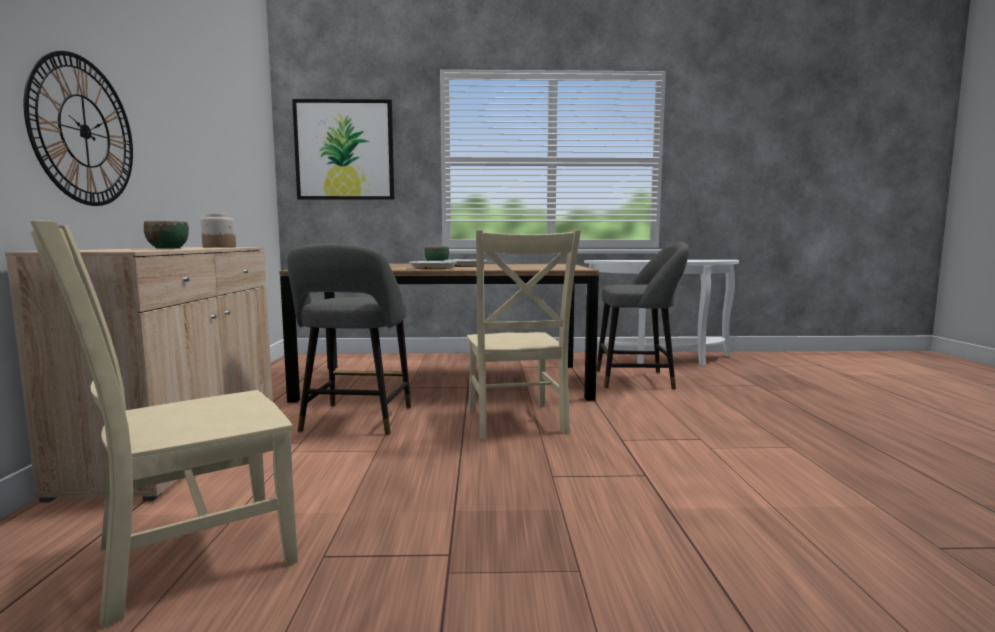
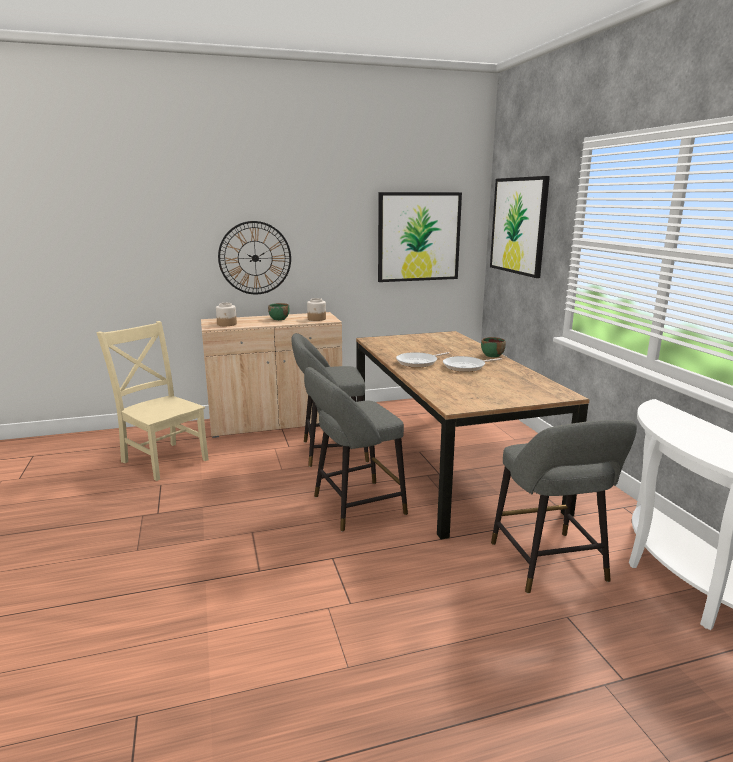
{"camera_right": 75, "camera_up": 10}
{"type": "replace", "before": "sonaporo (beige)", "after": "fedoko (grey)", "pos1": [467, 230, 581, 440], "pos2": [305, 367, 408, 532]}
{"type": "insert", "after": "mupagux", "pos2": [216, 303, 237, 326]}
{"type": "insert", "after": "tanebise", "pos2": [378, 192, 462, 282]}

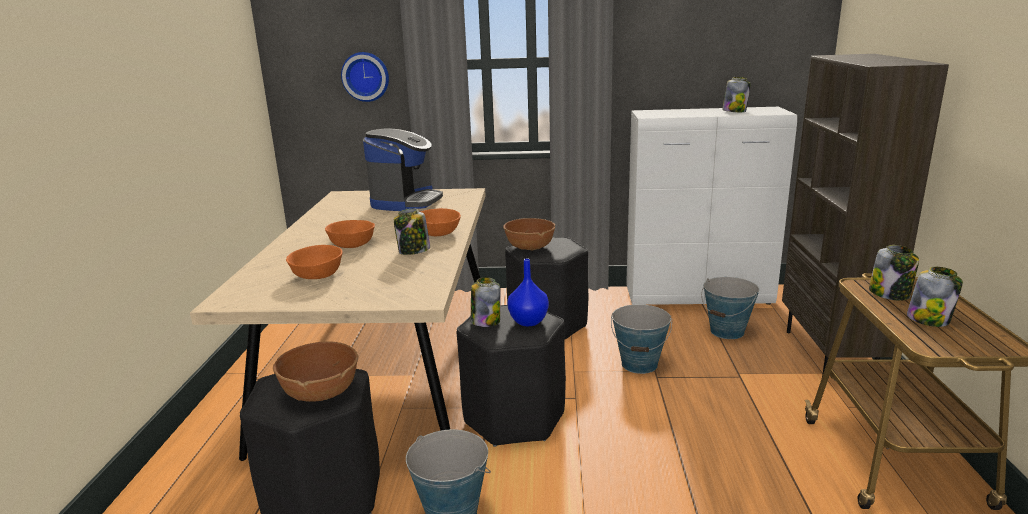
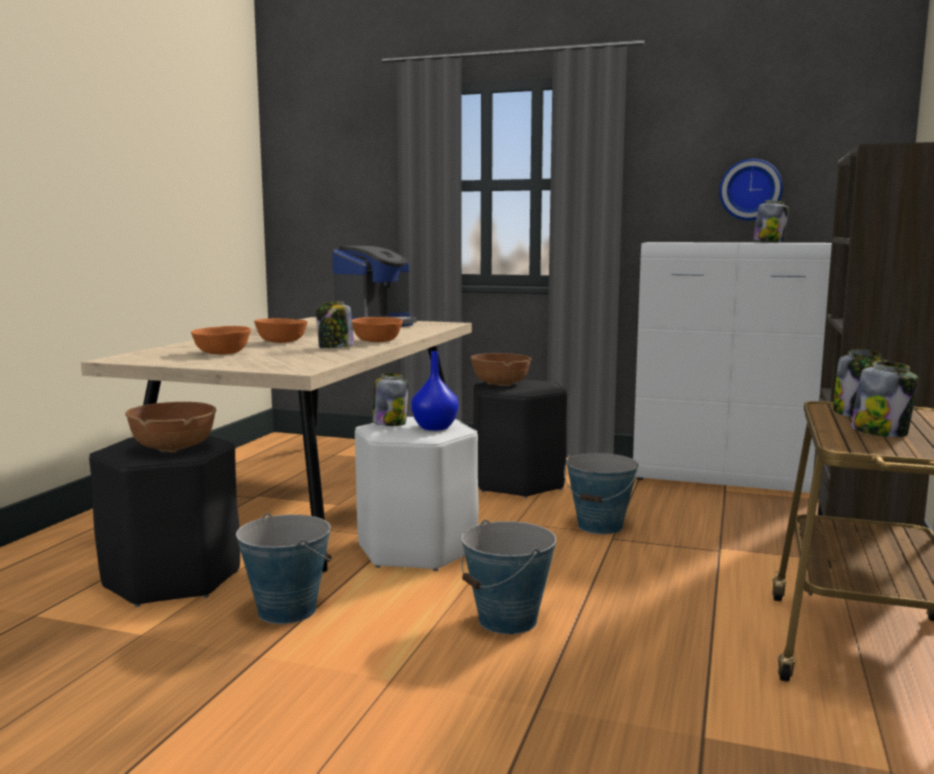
{"camera_right": 15, "camera_up": -10}
{"type": "move", "before": "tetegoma", "pos1": [341, 52, 389, 102], "pos2": [719, 159, 783, 221]}
{"type": "recolor", "before": "fedoko (black)", "after": "fedoko (white)", "pos1": [457, 305, 566, 447], "pos2": [355, 417, 479, 571]}
{"type": "move", "before": "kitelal", "pos1": [701, 277, 759, 339], "pos2": [461, 520, 556, 634]}

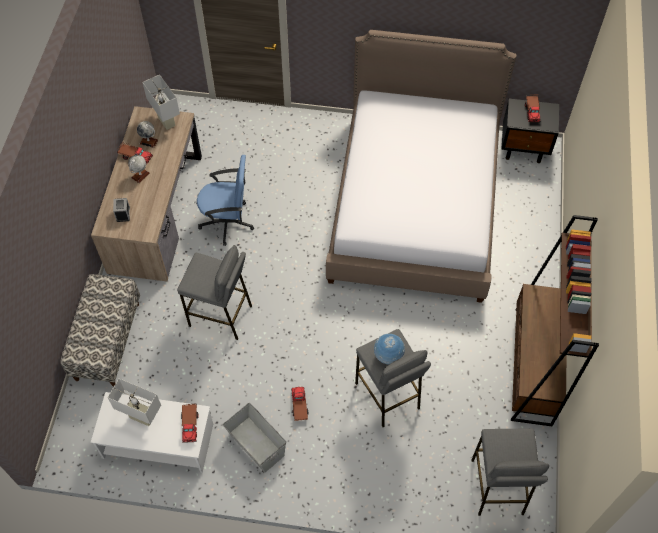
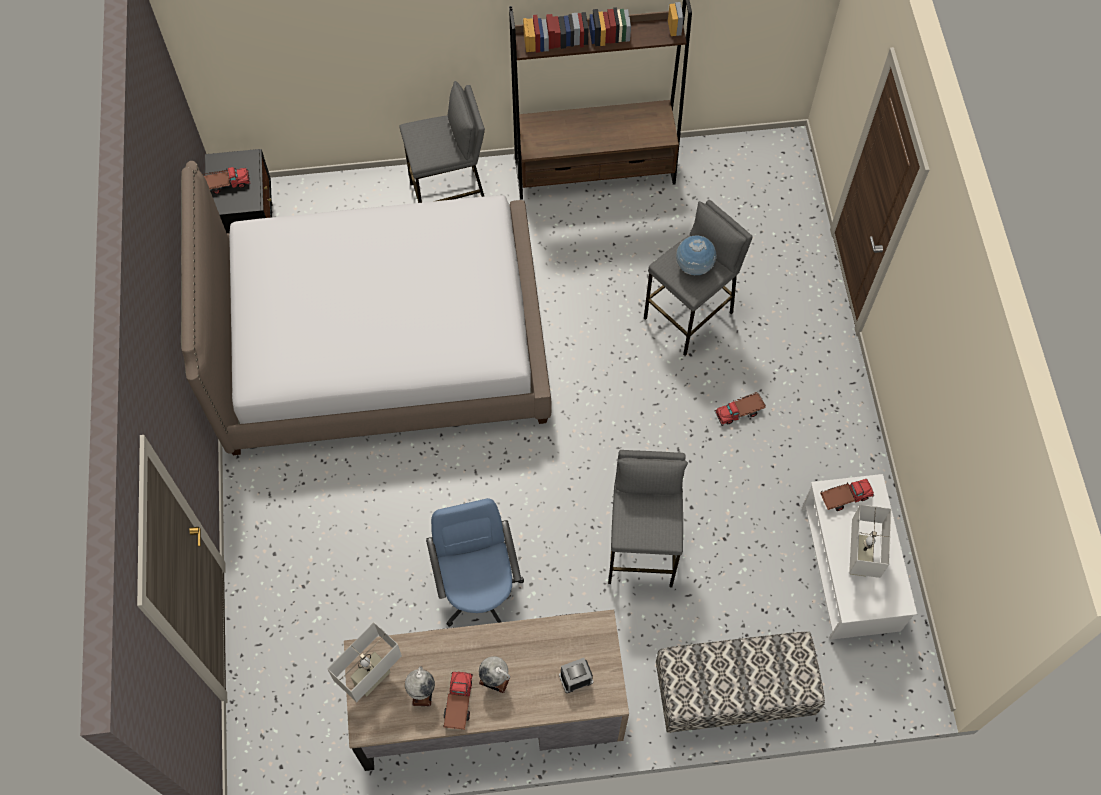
{"camera_right": -105, "camera_up": 5}
{"type": "delete", "before": "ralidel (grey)", "pos1": [223, 403, 286, 472]}
{"type": "move", "before": "fedoko (grey)", "pos1": [471, 429, 549, 516], "pos2": [400, 81, 485, 203]}

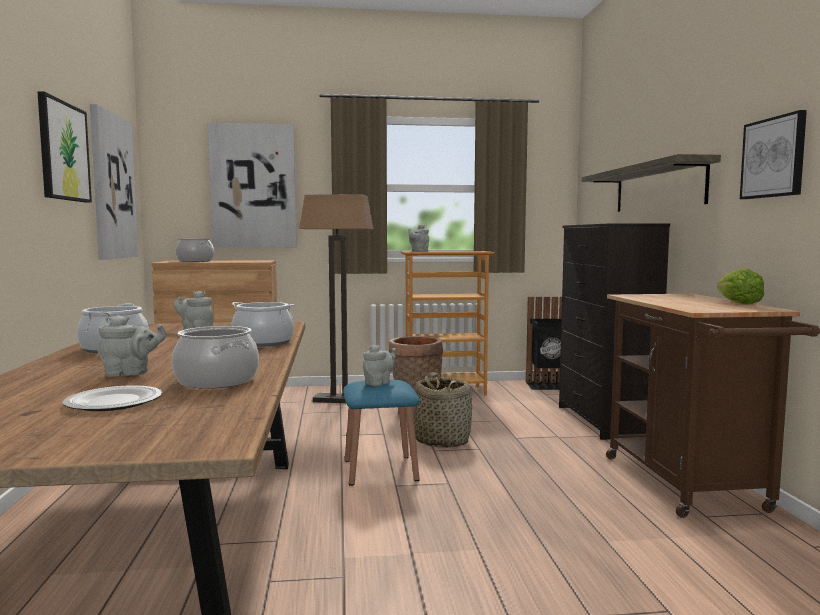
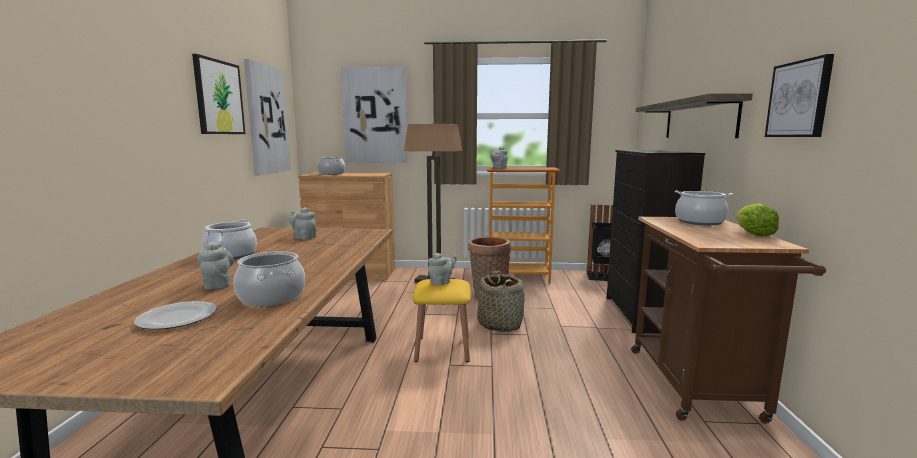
{"camera_right": 10, "camera_up": 5}
{"type": "rotate", "before": "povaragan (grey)", "pos1": [97, 315, 167, 377], "pos2": [197, 241, 234, 290], "turn": -105}
{"type": "move", "before": "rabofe", "pos1": [231, 302, 294, 347], "pos2": [675, 190, 733, 225]}
{"type": "recolor", "before": "fedoko (blue)", "after": "fedoko (yellow)", "pos1": [343, 380, 420, 486], "pos2": [413, 279, 471, 362]}

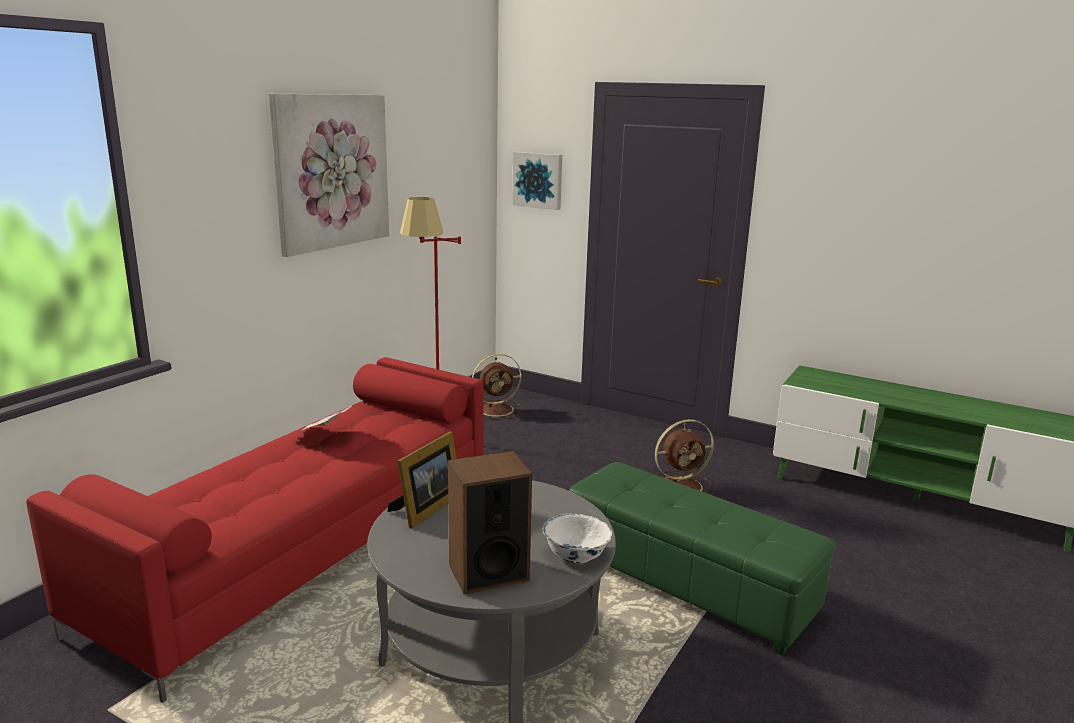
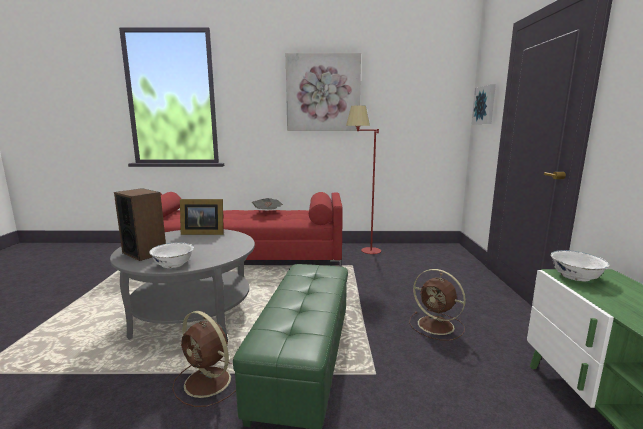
{"camera_right": 60, "camera_up": -5}
{"type": "move", "before": "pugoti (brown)", "pos1": [472, 354, 523, 419], "pos2": [172, 311, 236, 407]}
{"type": "insert", "after": "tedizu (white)", "pos2": [551, 250, 610, 281]}

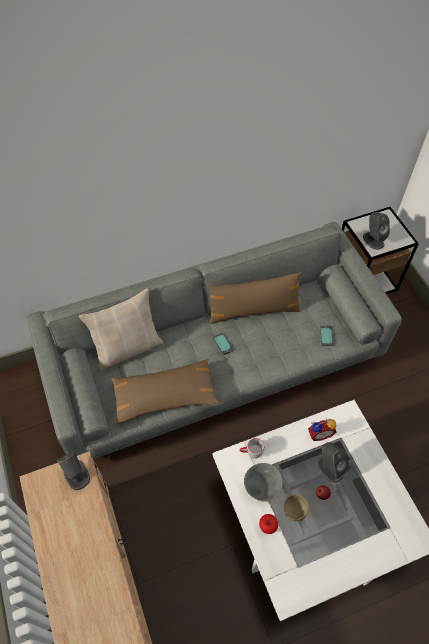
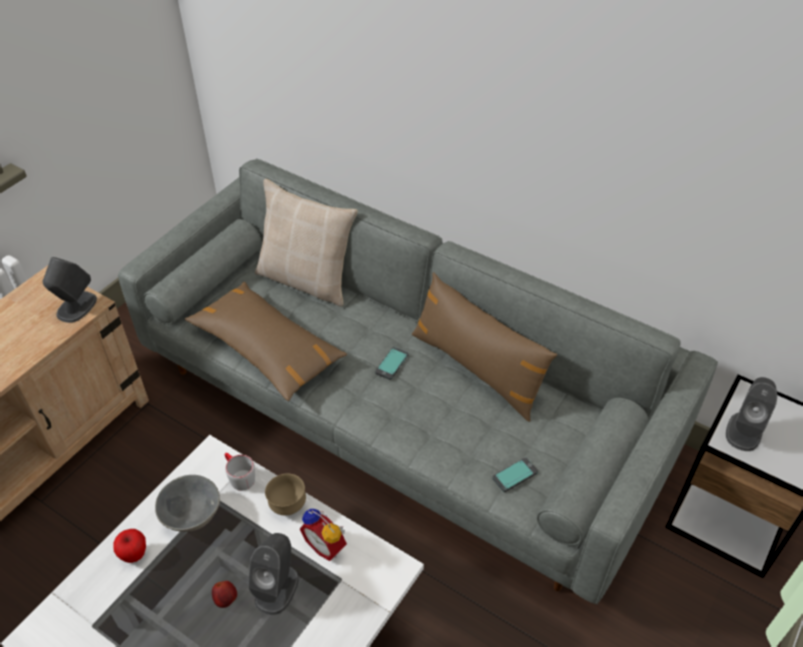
{"camera_right": 55, "camera_up": -10}
{"type": "move", "before": "tedizu (brown)", "pos1": [284, 494, 309, 522], "pos2": [265, 474, 306, 516]}

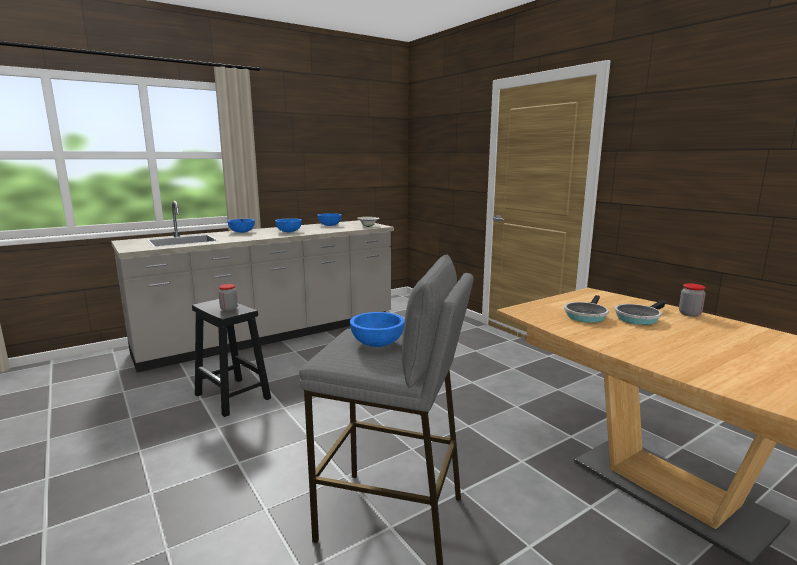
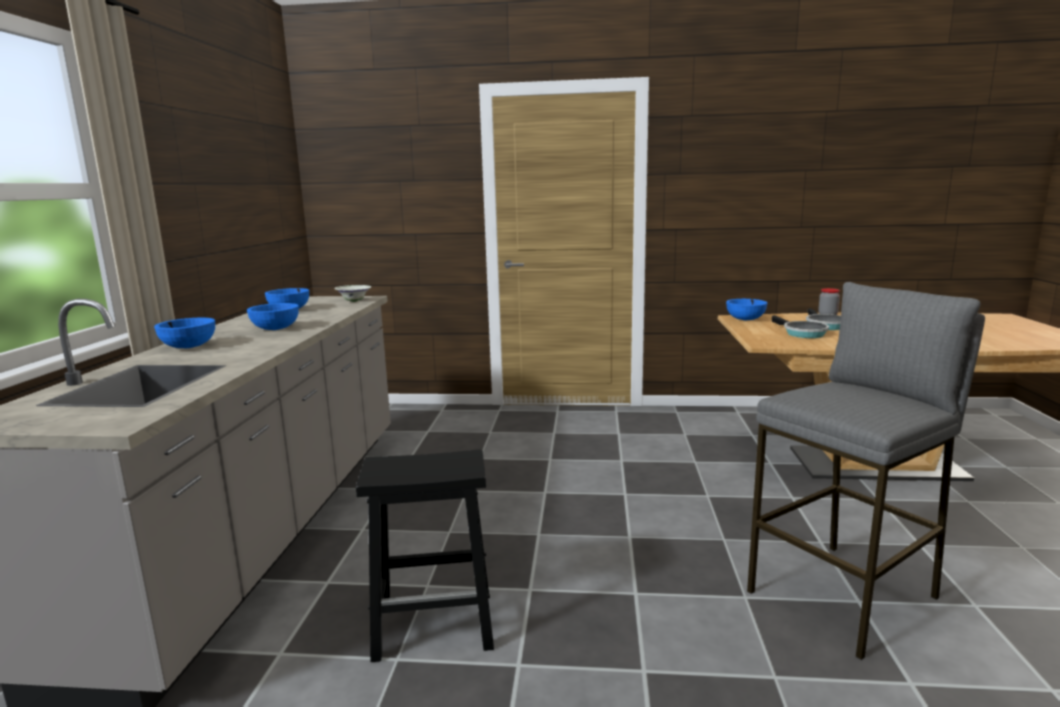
{"camera_right": -50, "camera_up": 0}
{"type": "delete", "before": "mupagux", "pos1": [219, 284, 238, 311]}
{"type": "move", "before": "tedizu (blue)", "pos1": [350, 312, 405, 347], "pos2": [726, 299, 767, 320]}

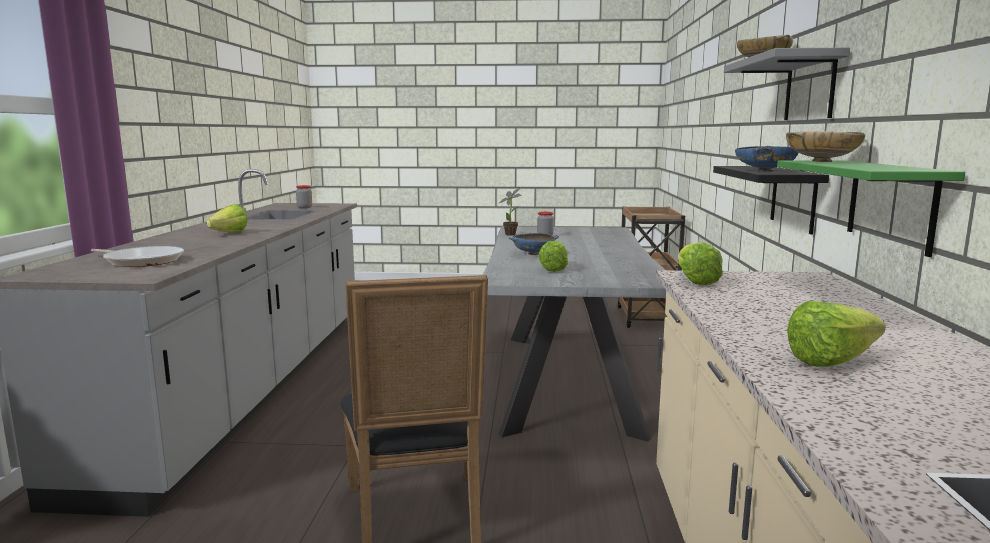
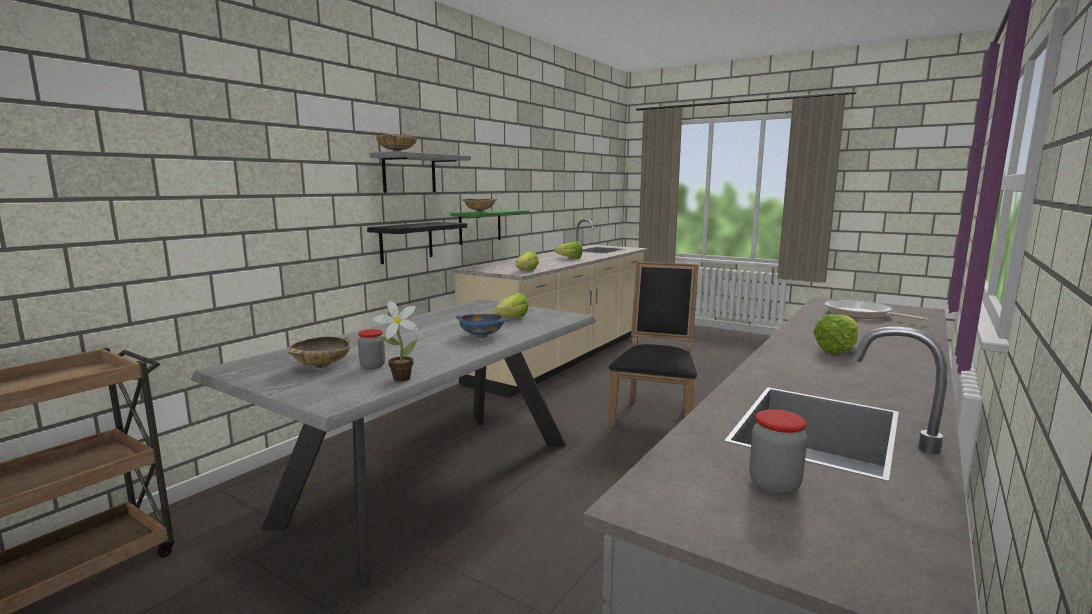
{"camera_right": -150, "camera_up": 0}
{"type": "delete", "before": "tedizu (blue)", "pos1": [735, 146, 799, 172]}
{"type": "insert", "after": "tedizu (beige)", "pos2": [288, 336, 351, 368]}

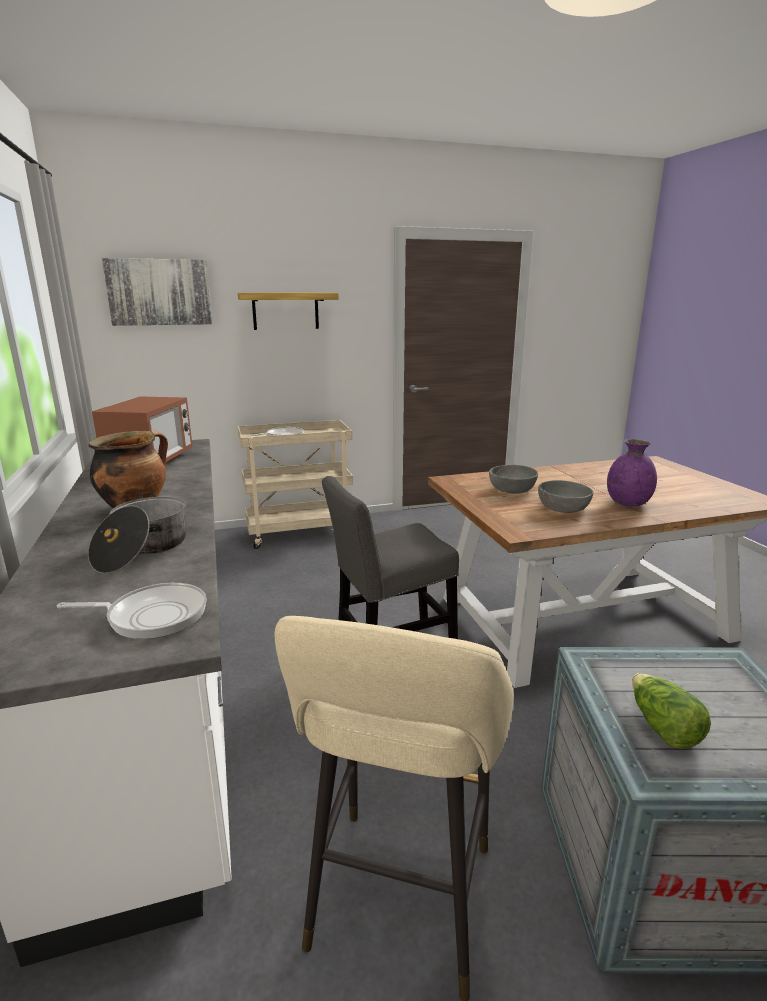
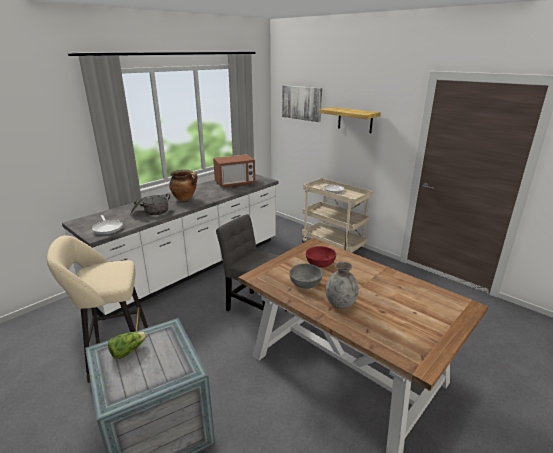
{"camera_right": 60, "camera_up": 5}
{"type": "recolor", "before": "tedizu (grey)", "after": "tedizu (red)", "pos1": [489, 465, 538, 493], "pos2": [306, 246, 336, 267]}
{"type": "recolor", "before": "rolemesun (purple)", "after": "rolemesun (grey)", "pos1": [607, 439, 657, 506], "pos2": [326, 261, 358, 309]}

